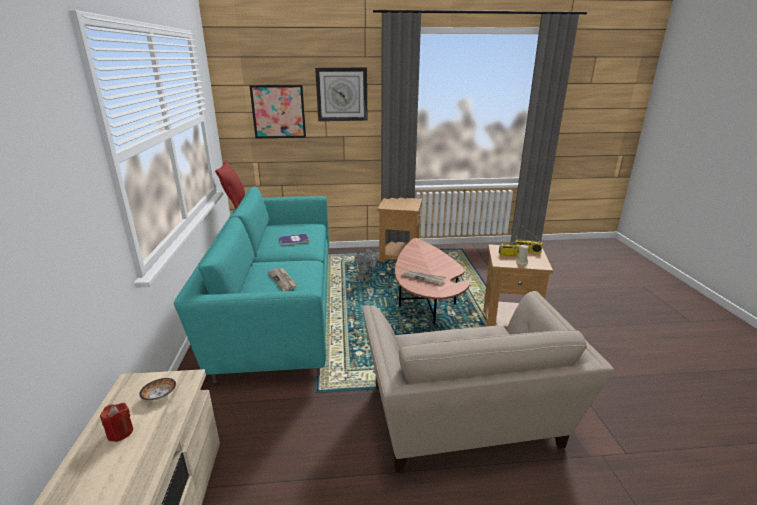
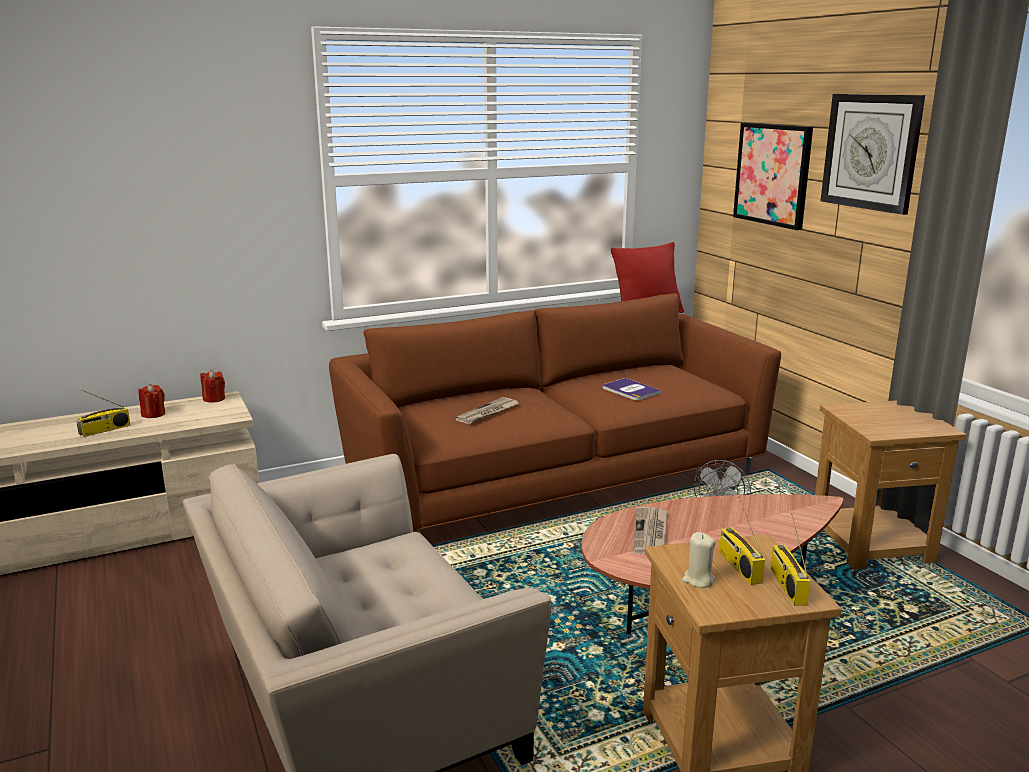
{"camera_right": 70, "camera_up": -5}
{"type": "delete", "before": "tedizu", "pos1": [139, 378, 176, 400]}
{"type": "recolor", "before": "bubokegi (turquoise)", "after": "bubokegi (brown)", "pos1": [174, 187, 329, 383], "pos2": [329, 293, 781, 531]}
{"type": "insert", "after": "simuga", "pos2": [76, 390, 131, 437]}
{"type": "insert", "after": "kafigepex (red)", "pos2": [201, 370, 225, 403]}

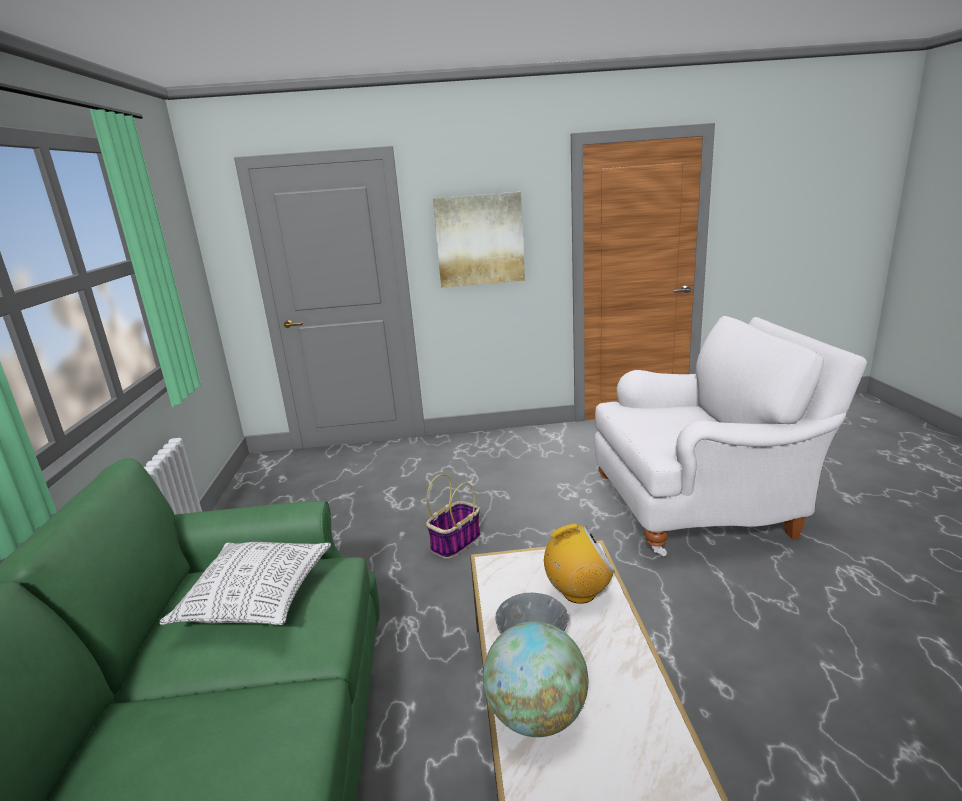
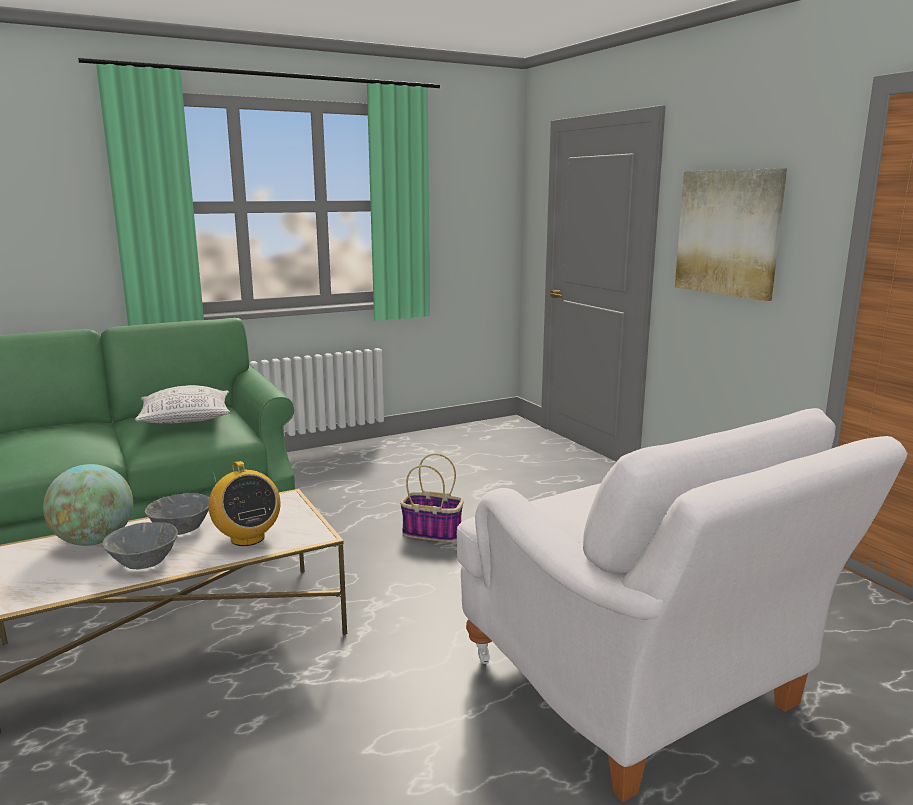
{"camera_right": 65, "camera_up": -5}
{"type": "insert", "after": "tedizu (grey)", "pos2": [102, 522, 178, 570]}

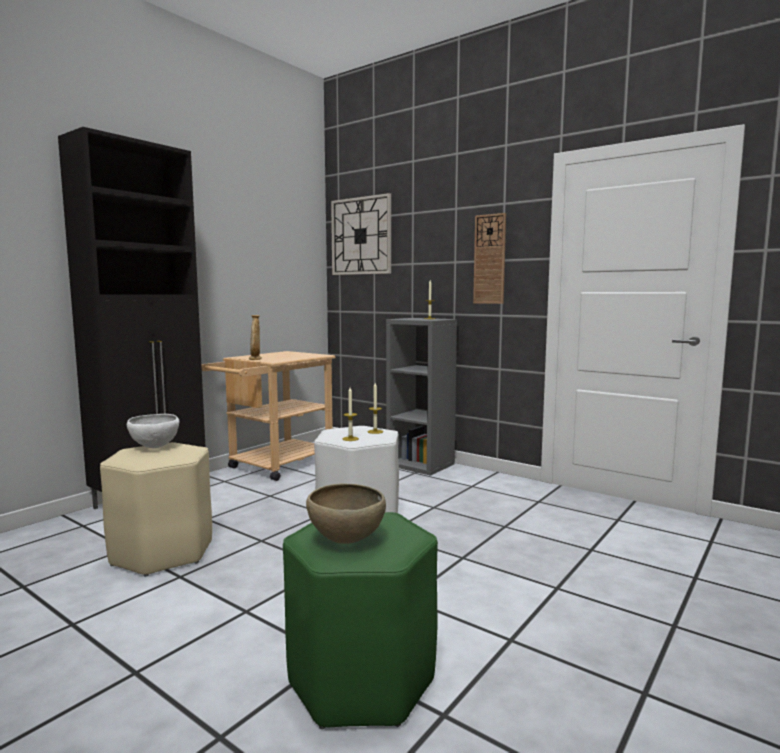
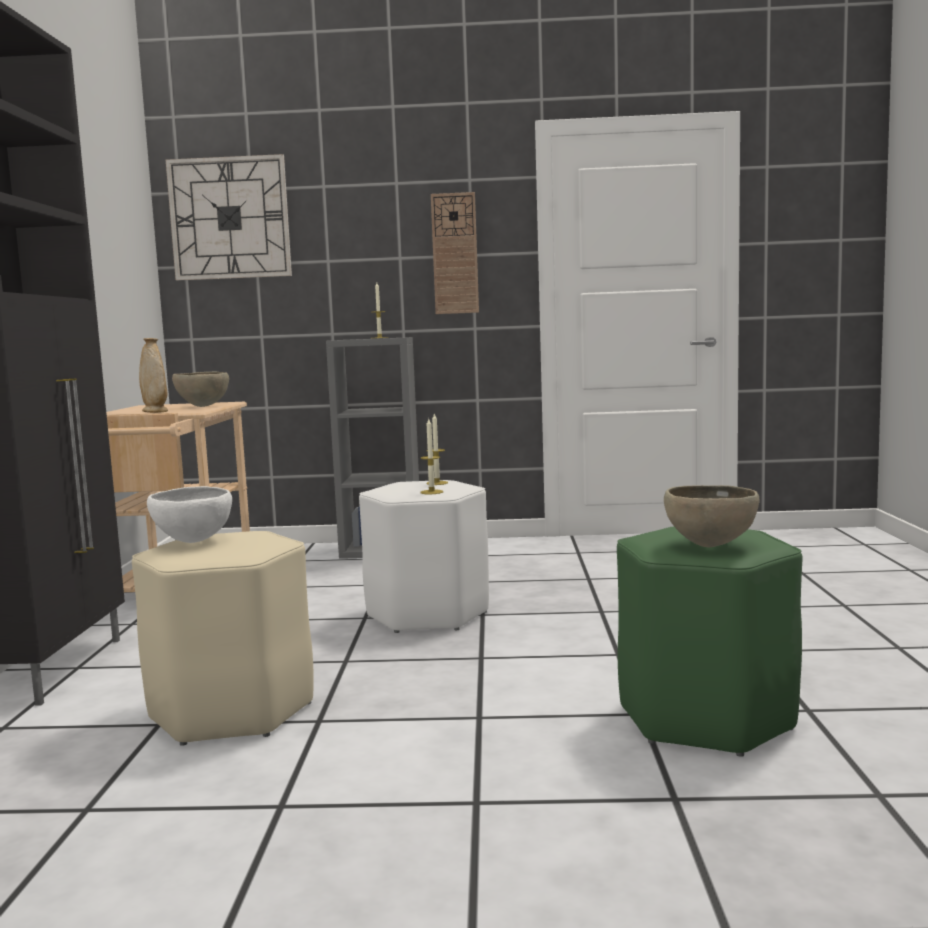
{"camera_right": -35, "camera_up": 0}
{"type": "insert", "after": "tedizu (brown)", "pos2": [172, 371, 229, 407]}

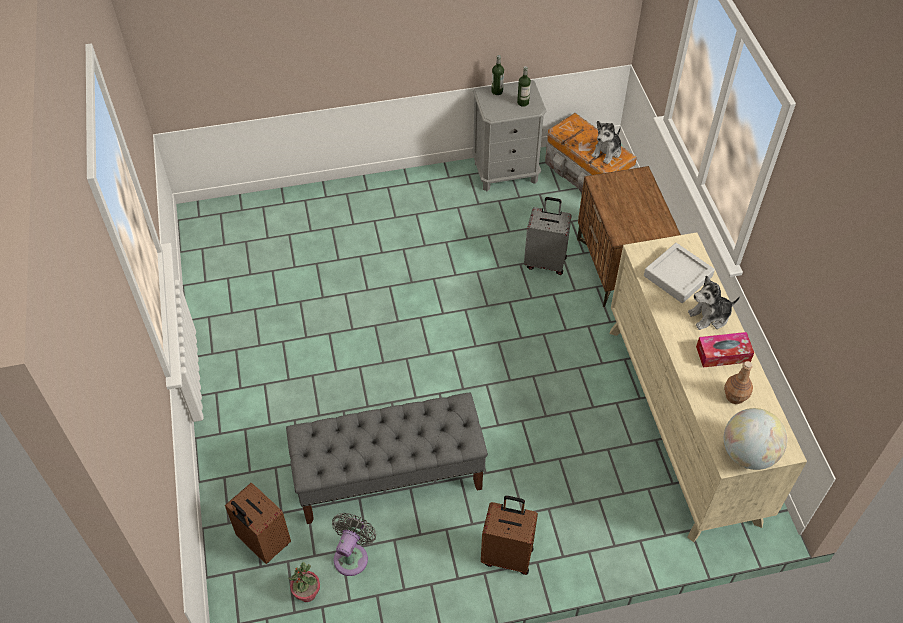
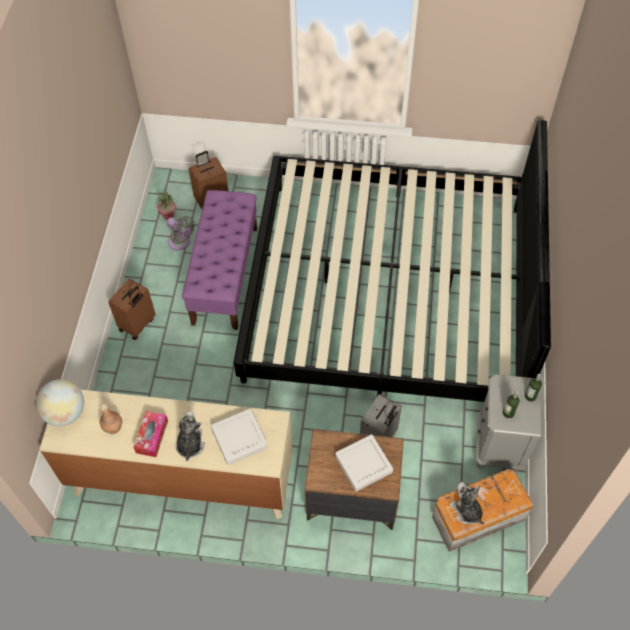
{"camera_right": 110, "camera_up": 5}
{"type": "recolor", "before": "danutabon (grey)", "after": "danutabon (purple)", "pos1": [286, 393, 488, 524], "pos2": [182, 190, 257, 330]}
{"type": "insert", "after": "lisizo", "pos2": [234, 120, 551, 402]}
{"type": "insert", "after": "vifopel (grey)", "pos2": [335, 434, 393, 492]}

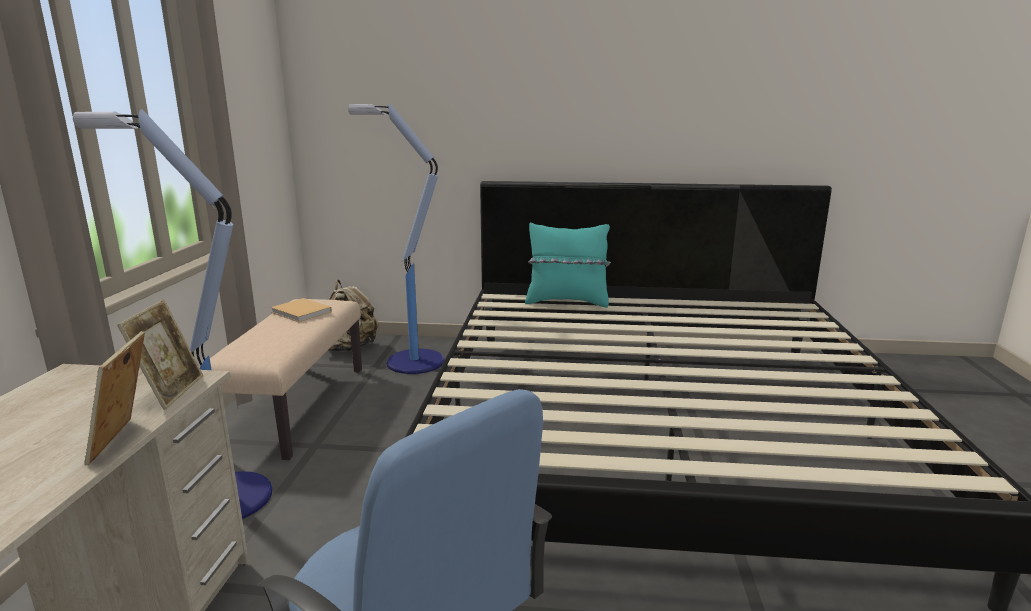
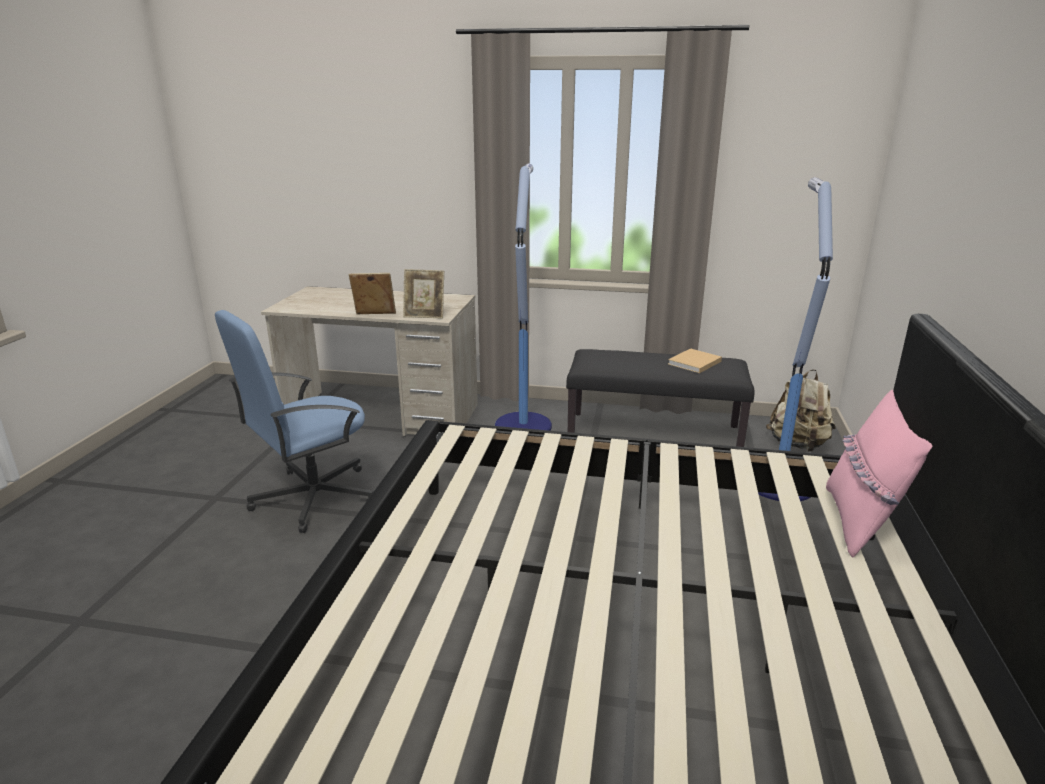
{"camera_right": 95, "camera_up": 5}
{"type": "recolor", "before": "danutabon (beige)", "after": "danutabon (black)", "pos1": [199, 299, 362, 460], "pos2": [566, 349, 755, 447]}
{"type": "recolor", "before": "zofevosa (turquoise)", "after": "zofevosa (pink)", "pos1": [525, 222, 611, 308], "pos2": [826, 390, 932, 558]}

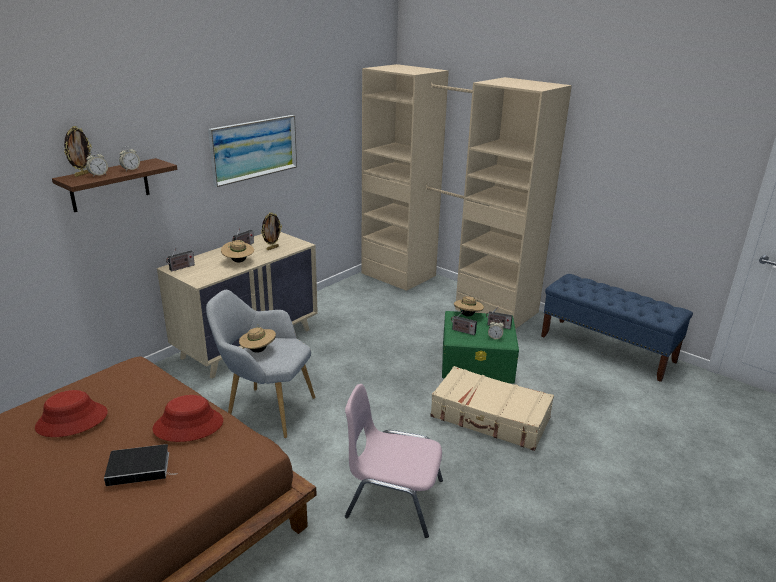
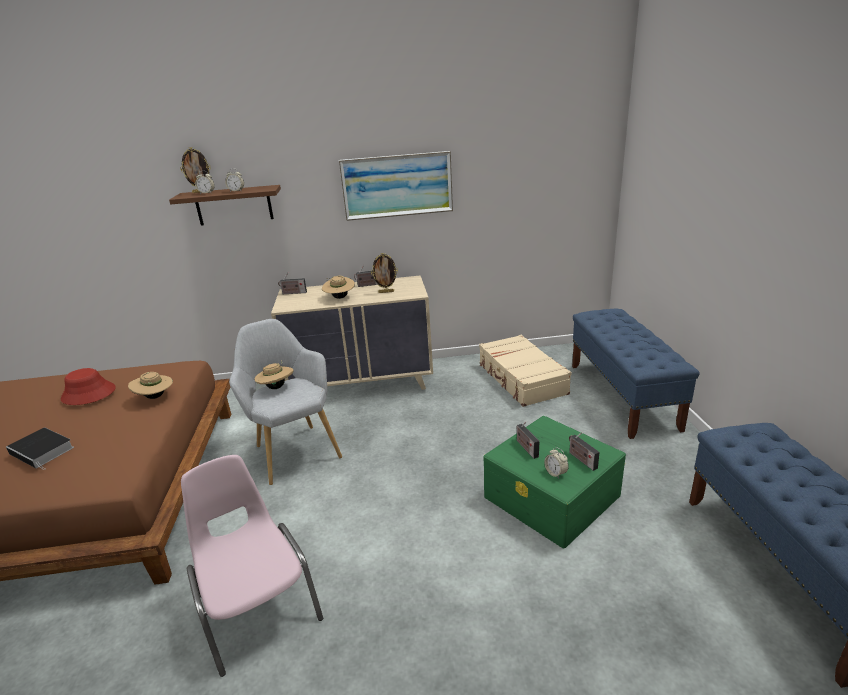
{"camera_right": 45, "camera_up": 0}
{"type": "delete", "before": "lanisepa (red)", "pos1": [152, 395, 223, 442]}
{"type": "replace", "before": "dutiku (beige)", "after": "danutabon (blue)", "pos1": [361, 64, 572, 329], "pos2": [572, 309, 700, 439]}
{"type": "move", "before": "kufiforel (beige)", "pos1": [430, 366, 554, 451], "pos2": [479, 335, 572, 407]}
{"type": "move", "before": "lanisepa (beige)", "pos1": [454, 296, 484, 317], "pos2": [128, 372, 173, 399]}

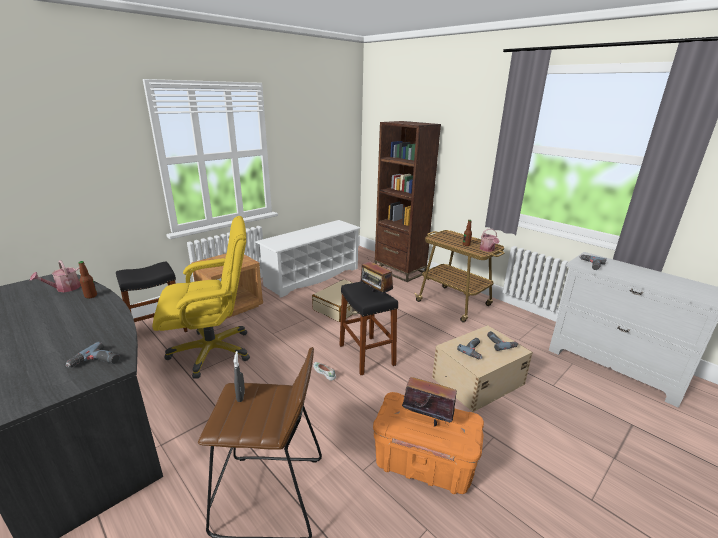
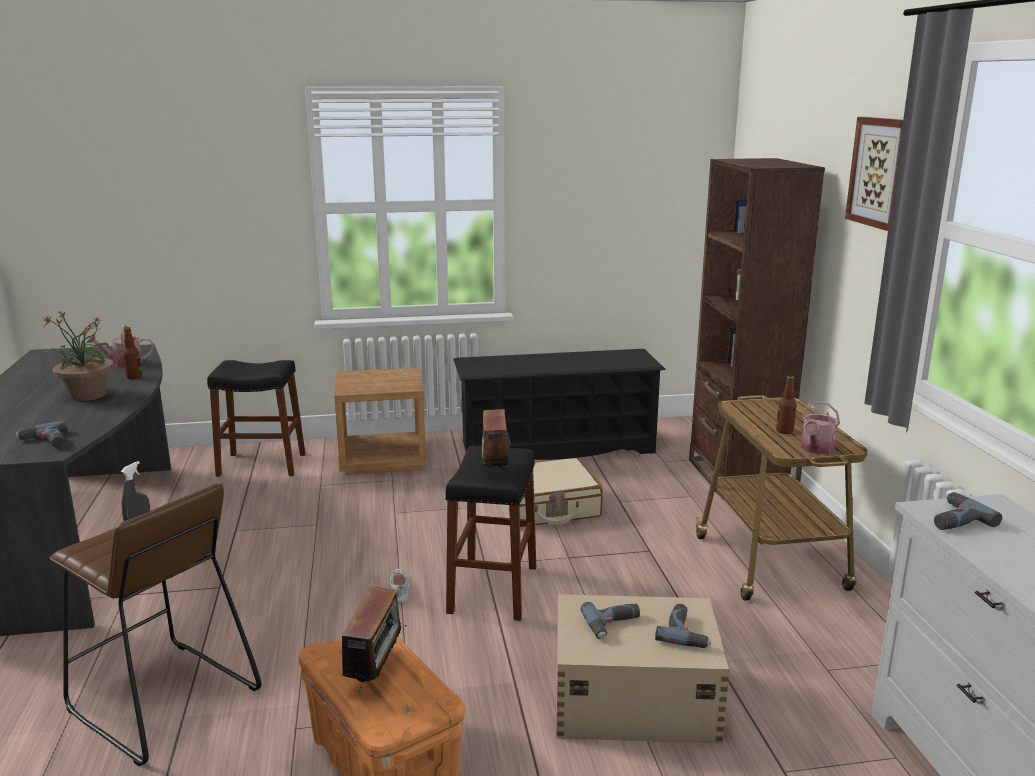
{"camera_right": 35, "camera_up": -5}
{"type": "delete", "before": "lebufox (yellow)", "pos1": [152, 216, 250, 379]}
{"type": "recolor", "before": "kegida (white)", "after": "kegida (black)", "pos1": [255, 220, 361, 298], "pos2": [453, 349, 666, 460]}
{"type": "rotate", "before": "simuga", "pos1": [402, 377, 457, 426], "pos2": [342, 587, 406, 691], "turn": 45}
{"type": "insert", "after": "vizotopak", "pos2": [40, 311, 114, 401]}
{"type": "insert", "after": "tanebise", "pos2": [845, 117, 903, 231]}

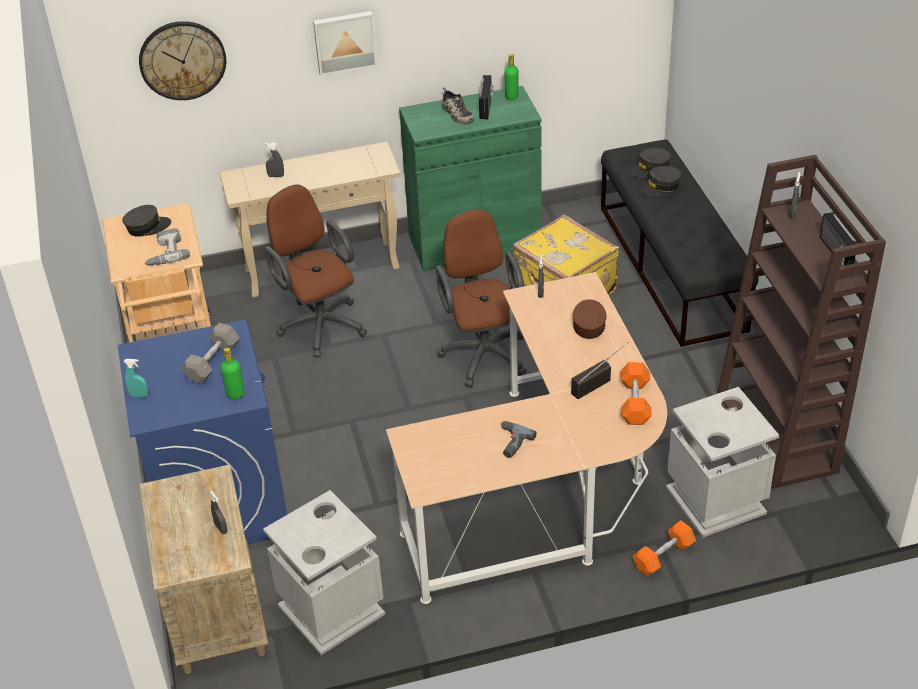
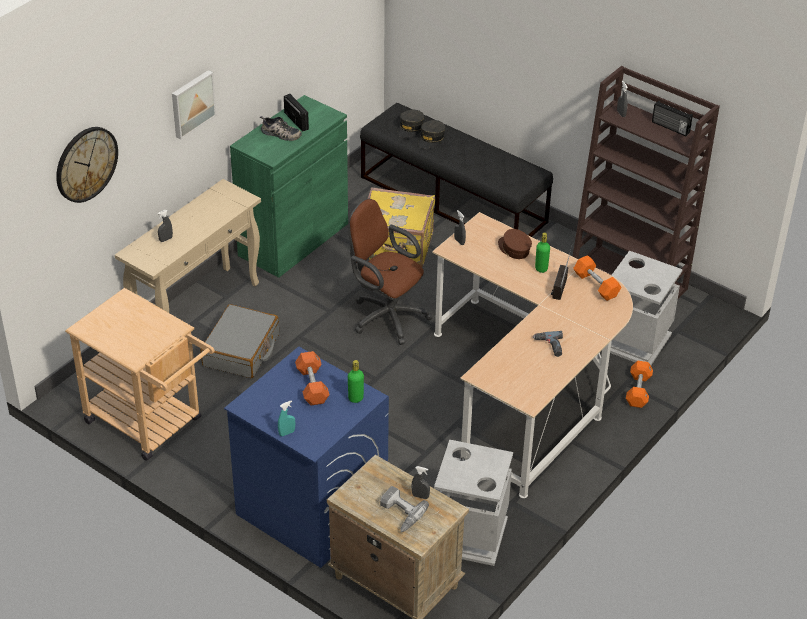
{"camera_right": -40, "camera_up": 0}
{"type": "delete", "before": "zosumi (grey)", "pos1": [122, 205, 171, 237]}
{"type": "move", "before": "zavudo", "pos1": [144, 228, 190, 265], "pos2": [380, 486, 429, 532]}
{"type": "recolor", "before": "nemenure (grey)", "after": "nemenure (orange)", "pos1": [181, 323, 240, 384], "pos2": [295, 351, 330, 405]}
{"type": "replace", "before": "lebufox (brown)", "after": "kufiforel (grey)", "pos1": [264, 185, 367, 358], "pos2": [201, 304, 279, 378]}
{"type": "move", "before": "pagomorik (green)", "pos1": [504, 54, 519, 100], "pos2": [535, 232, 550, 273]}

